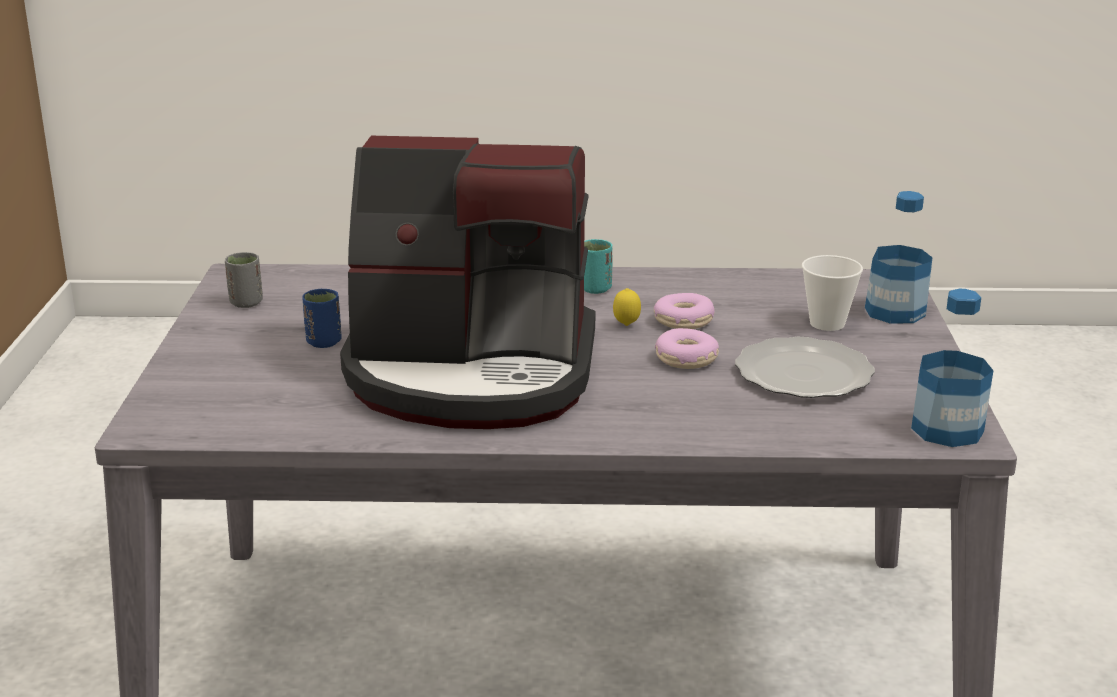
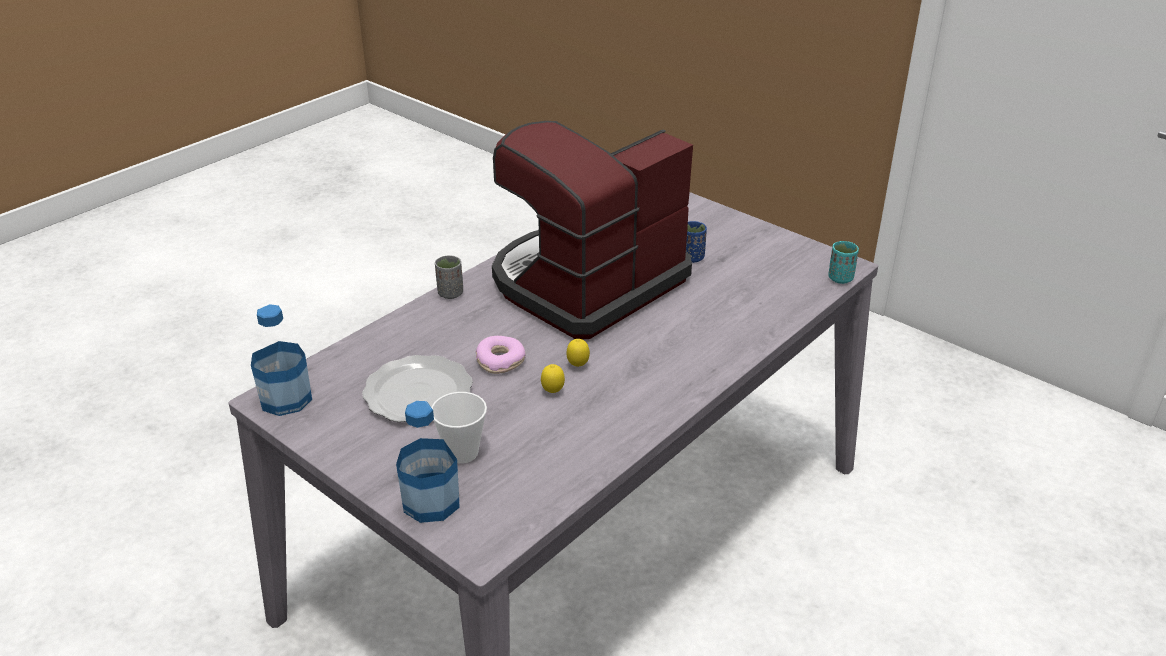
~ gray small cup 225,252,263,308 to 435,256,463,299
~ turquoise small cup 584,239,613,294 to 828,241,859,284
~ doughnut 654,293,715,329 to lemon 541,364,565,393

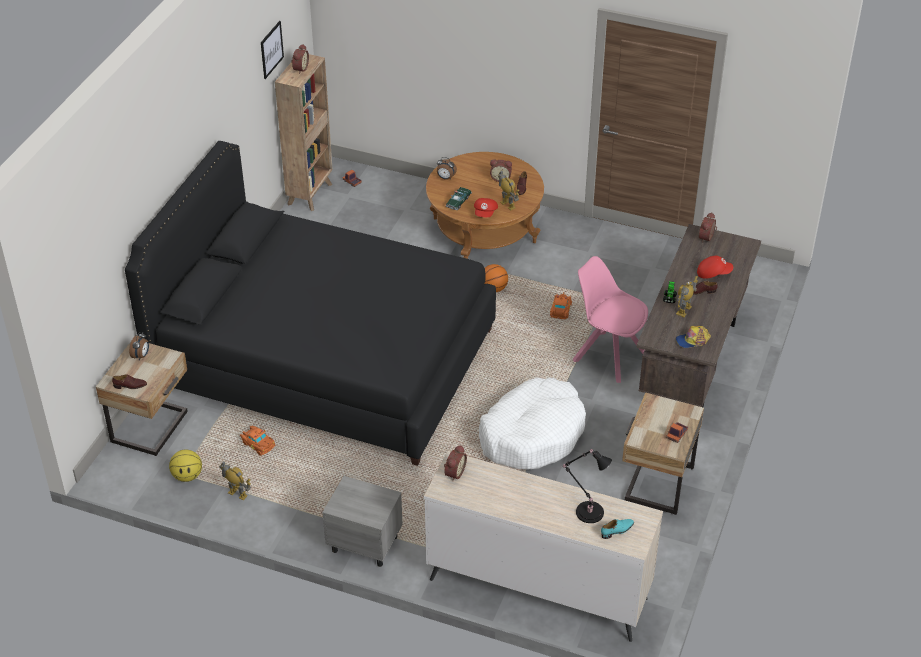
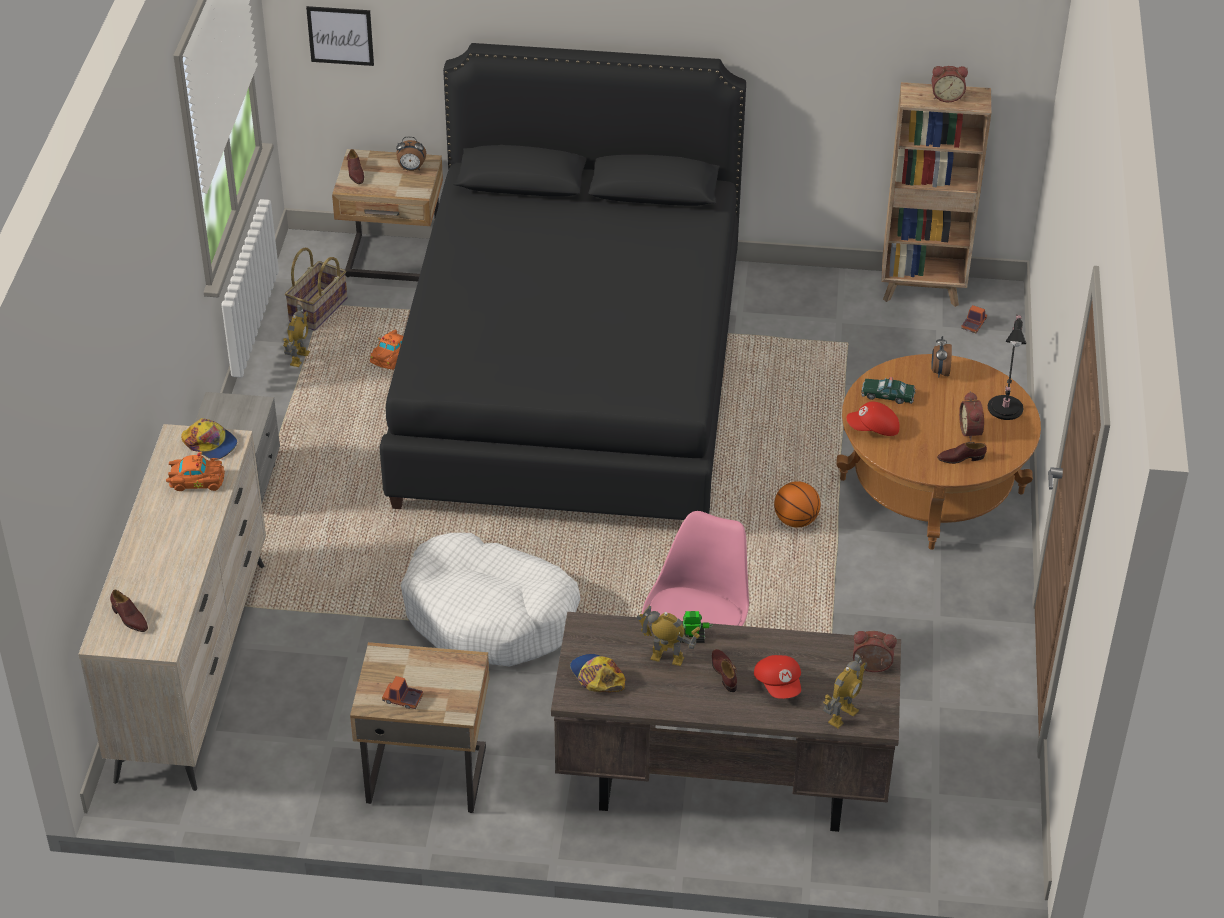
~ ball for basketball 169,449,202,482 to storage basket 285,248,347,331
~ wall art 261,21,284,79 to 306,6,374,66
~ bedside clock 444,445,467,481 to cap 181,418,237,459
~ model robot 498,170,519,210 to 823,654,867,729
~ orangey model car 550,292,572,319 to 166,451,225,491
~ black lamp for a table 561,449,612,523 to 988,314,1026,420
~ turquoise item of footwear 601,519,634,539 to brown-coloured item of footwear 110,590,148,632

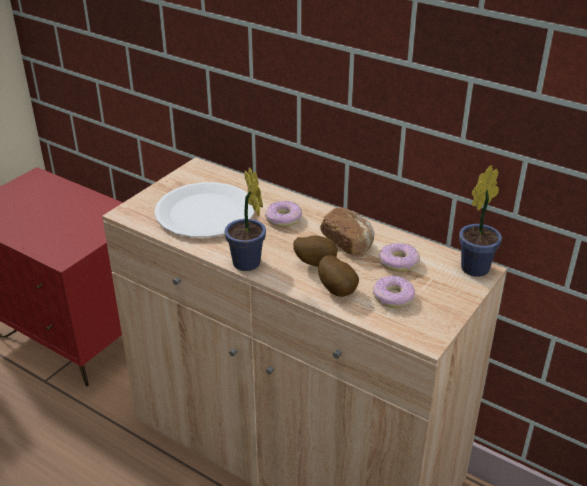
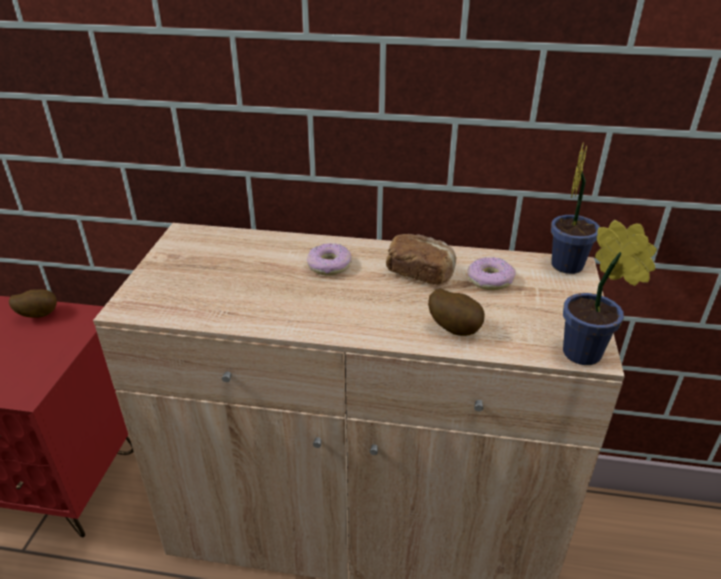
- white flat dish 154,182,254,238
~ potted plant 224,167,266,271 to 563,220,657,365
~ spud 293,235,338,267 to 9,289,57,318
- doughnut 373,275,415,308

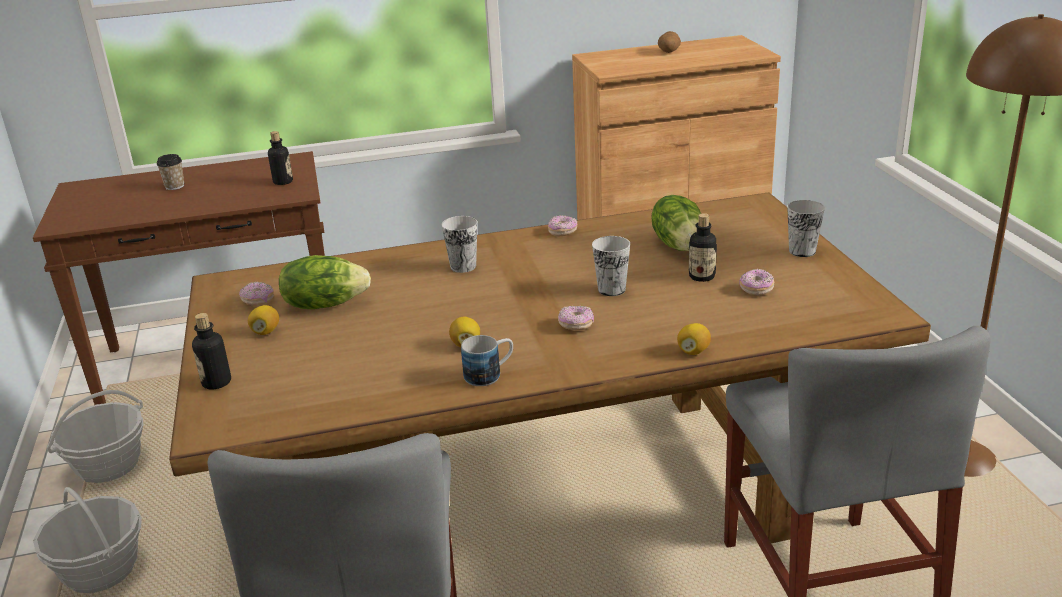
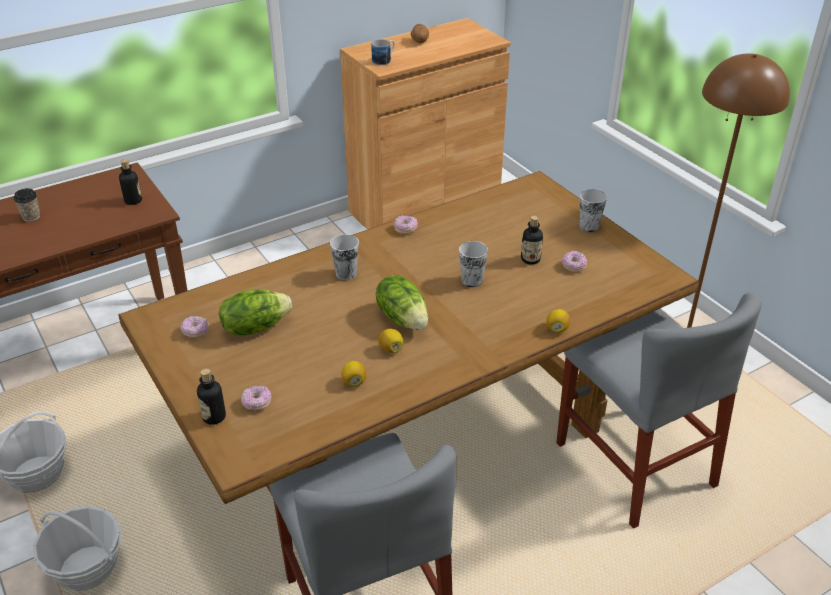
~ lemon 248,305,279,335 to 341,361,366,387
~ mug 461,335,513,386 to 372,39,395,65
~ doughnut 558,306,594,330 to 241,386,272,410
~ head of lettuce 652,195,701,251 to 376,275,428,330

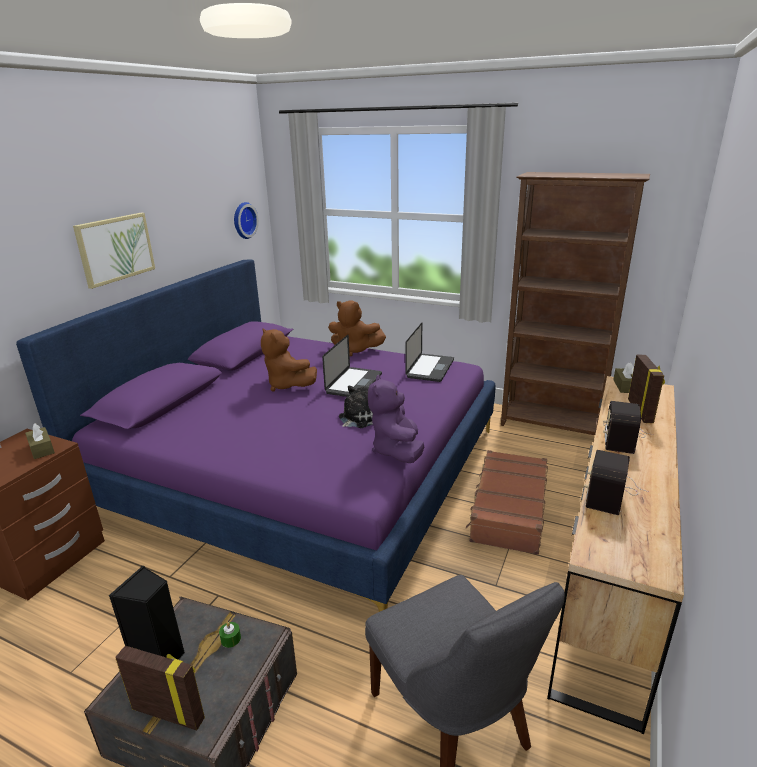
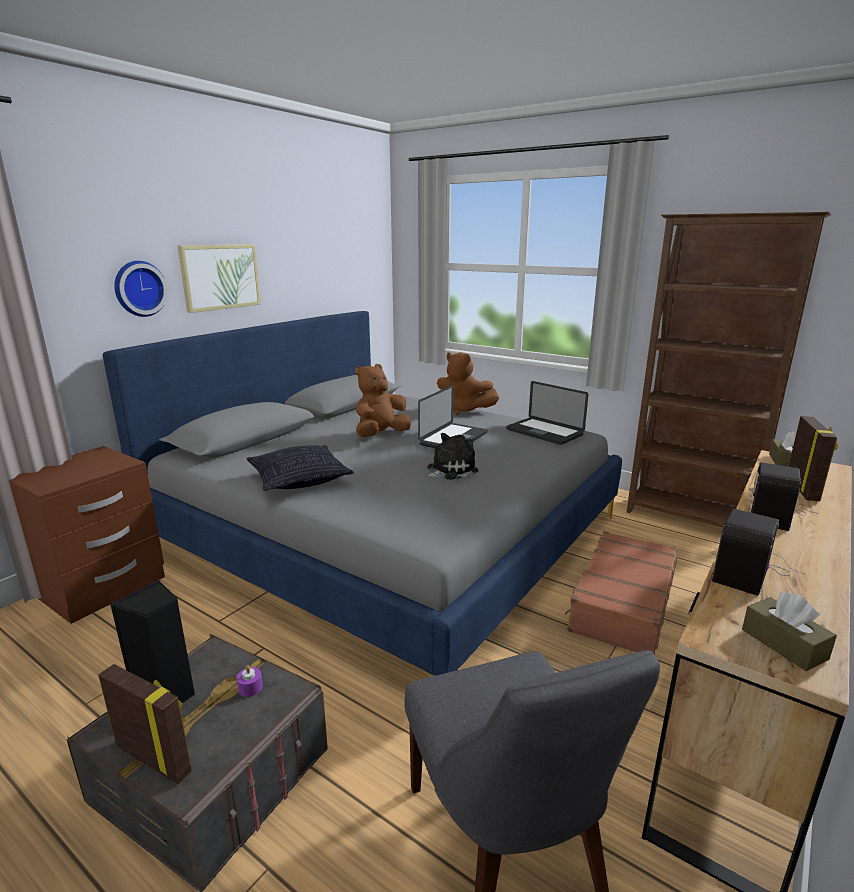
~ purple-coloured bed 16,260,496,612 to gray bed 103,311,622,677
~ brown-coloured box of tissues 25,423,55,459 to 742,592,837,671
~ greenish wax candle 219,622,241,648 to purple-coloured wax candle 237,665,263,697
~ clock on the wall 234,202,259,239 to 114,261,168,317
~ brown-coloured soft toy 261,328,317,392 = 355,364,411,437 75 degrees clockwise
- purple-coloured soft toy 368,375,424,463
~ portable computer 406,323,454,382 = 506,381,588,445 105 degrees clockwise
+ pillow 247,445,354,491

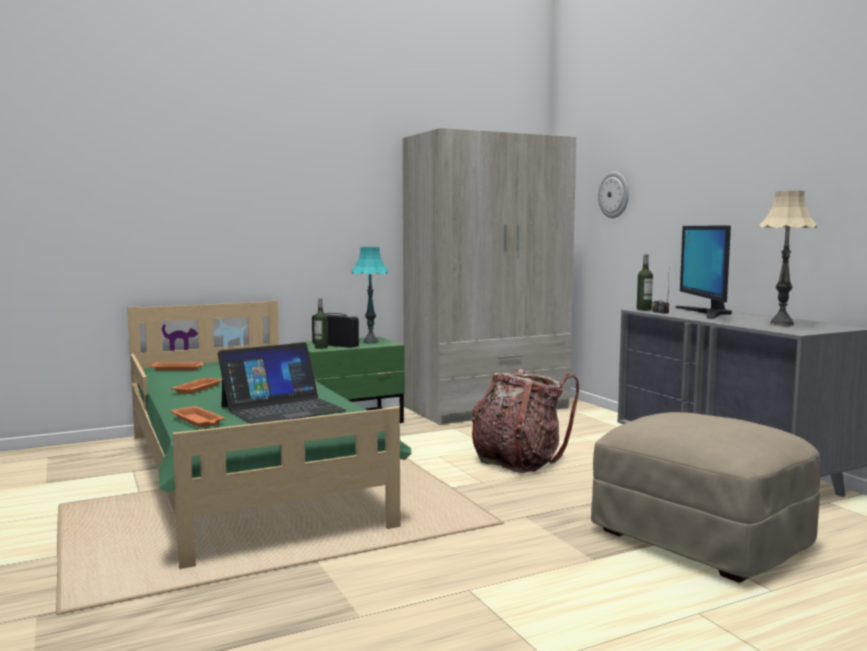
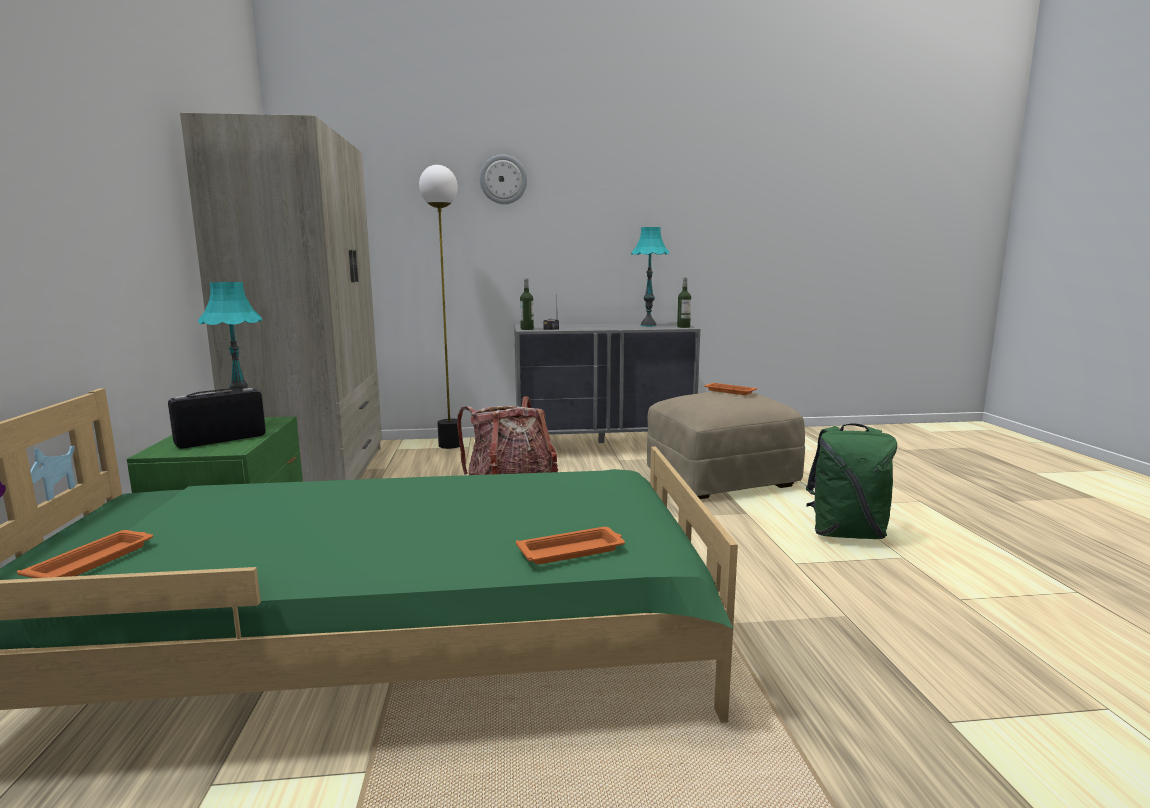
~ orangey serving tray 171,378,222,394 to 704,383,757,395
- portable computer 218,342,346,424
~ drink bottle 314,298,328,349 to 677,278,691,328
~ clock on the wall 598,172,629,218 to 480,155,527,204
- computer display 675,225,732,319
~ sand-coloured lamp for a table 759,191,817,326 to turquoise lamp for a table 631,227,670,326
+ floor lamp 419,165,460,449
+ greenish rucksack 806,424,897,539

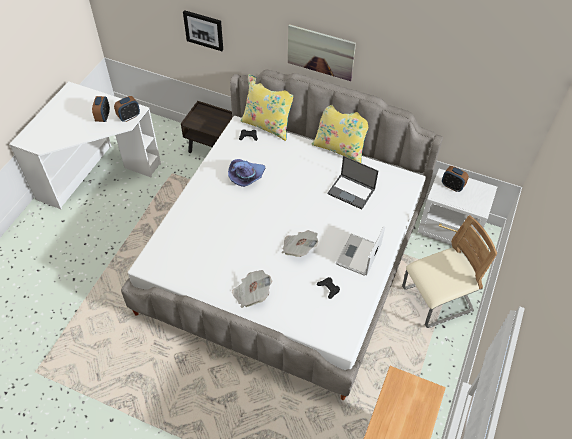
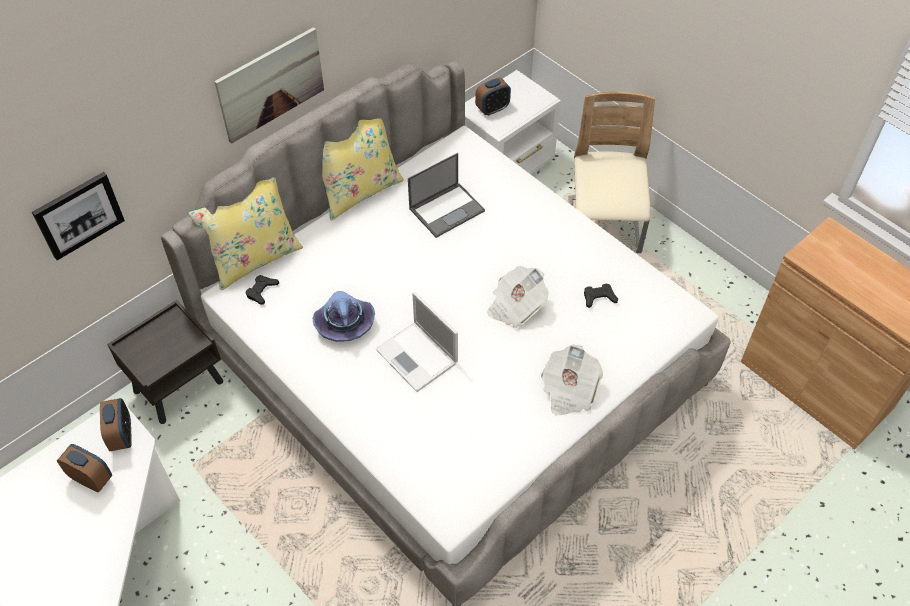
~ portable computer 336,226,385,276 to 376,292,458,392

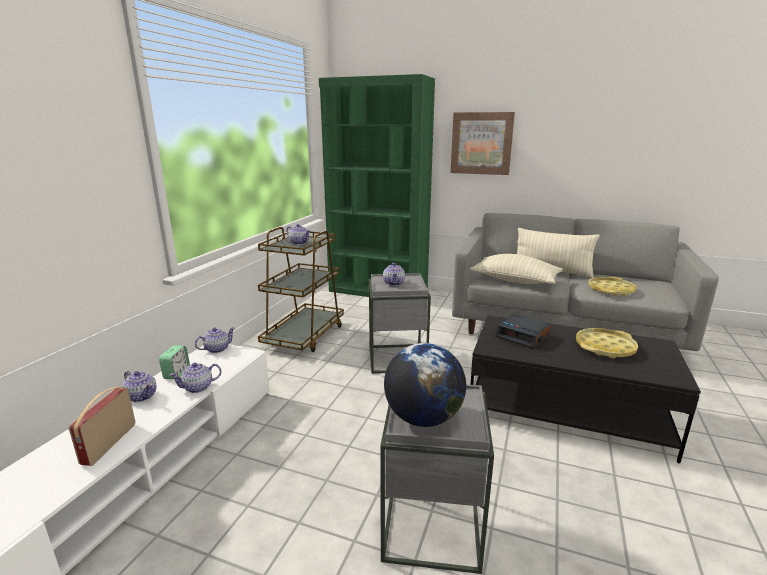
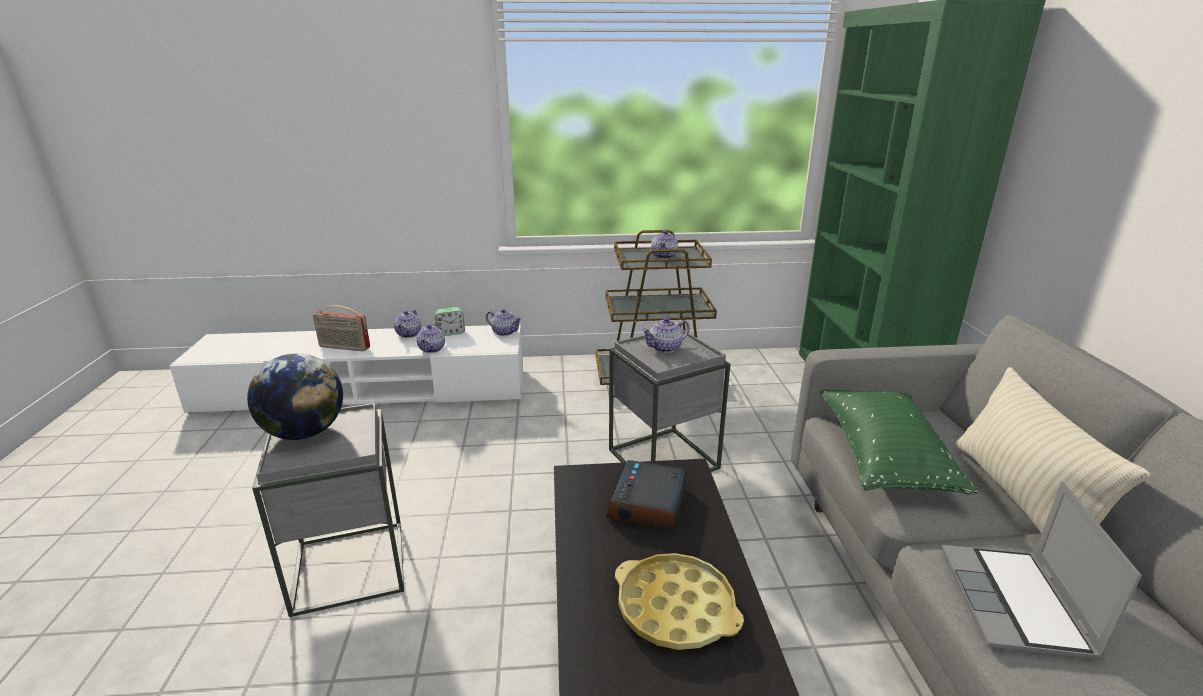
~ radio 69,387,135,466 = 313,305,370,351 150 degrees counterclockwise
~ teapot 169,363,221,393 = 417,323,445,353 120 degrees counterclockwise
- wall art 450,112,515,175
~ sand-coloured pillow 469,254,563,284 to greenish pillow 820,390,979,495
~ yellowish serving tray 588,277,637,296 to portable computer 941,481,1142,660

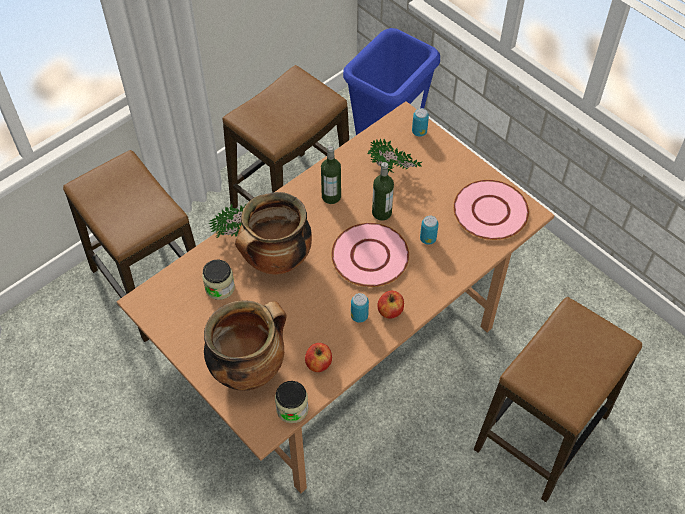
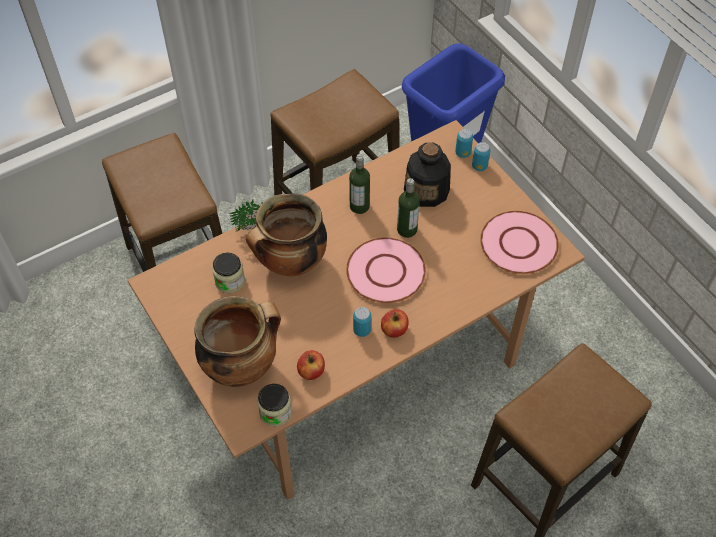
~ potted plant 368,138,422,173 to drink bottle 404,143,451,207
~ metal can 420,216,439,245 to 472,142,490,171

